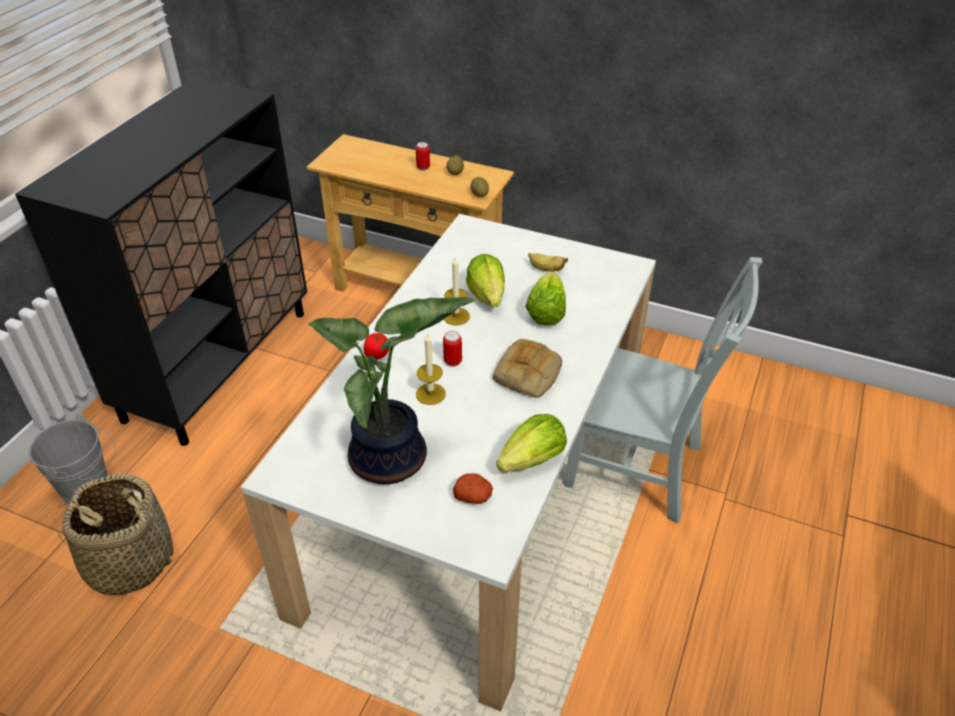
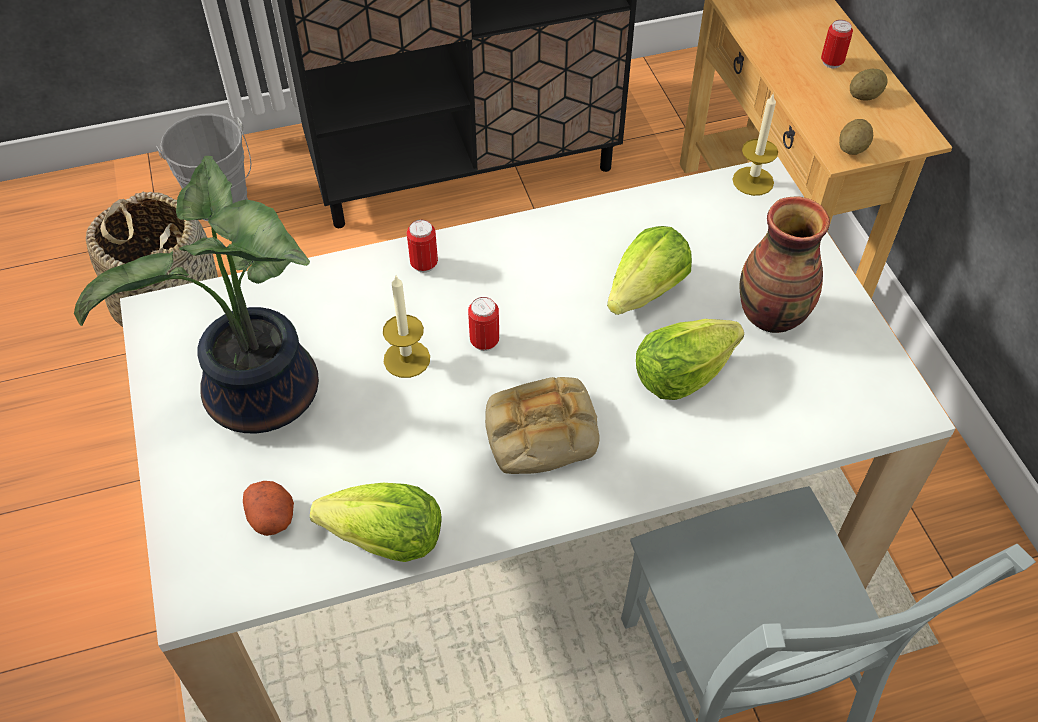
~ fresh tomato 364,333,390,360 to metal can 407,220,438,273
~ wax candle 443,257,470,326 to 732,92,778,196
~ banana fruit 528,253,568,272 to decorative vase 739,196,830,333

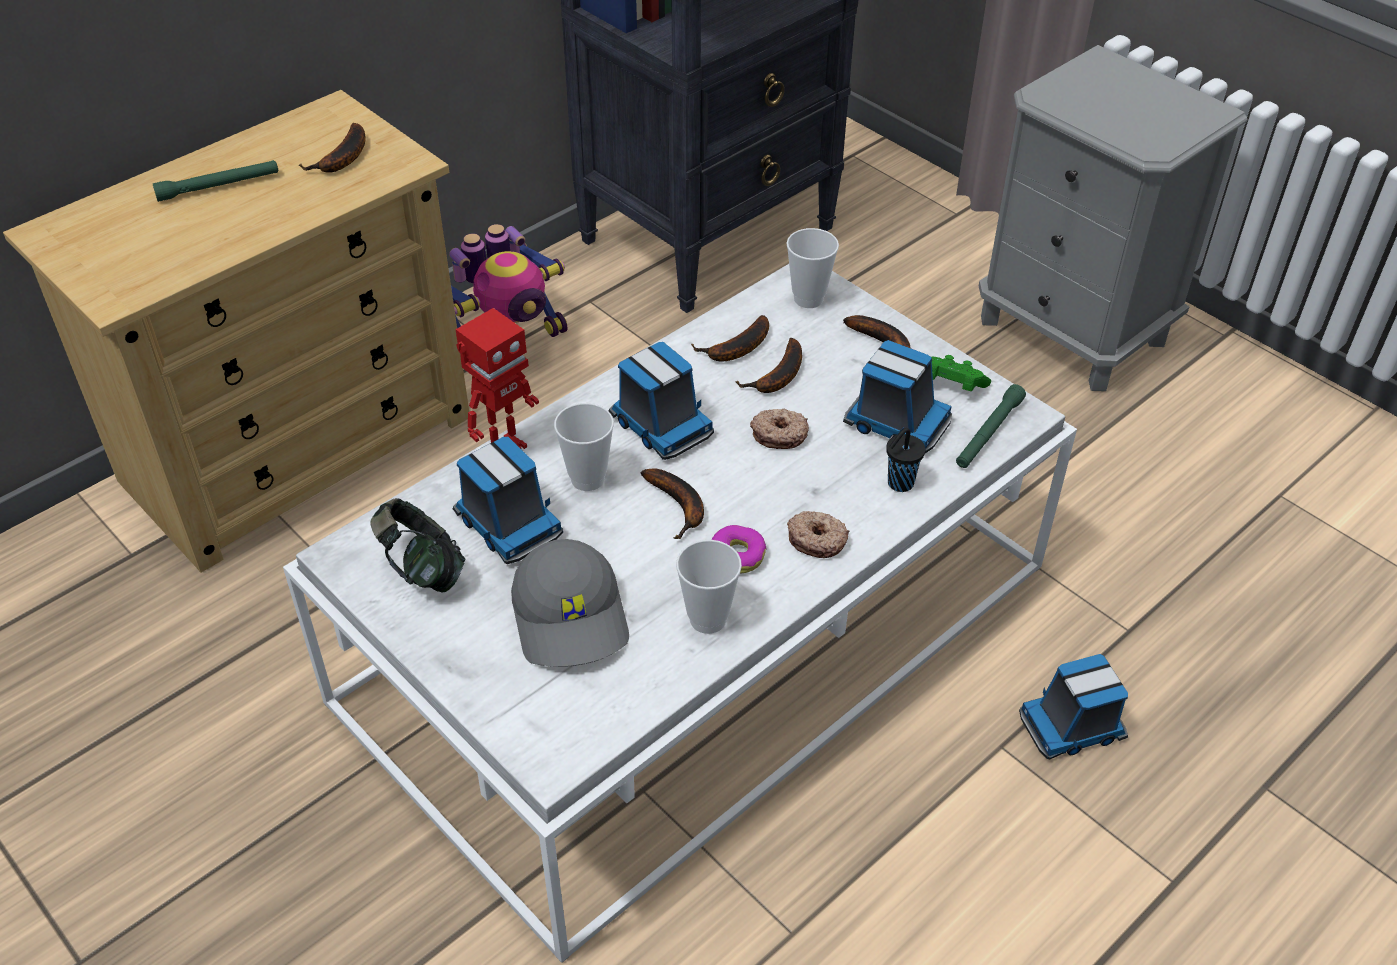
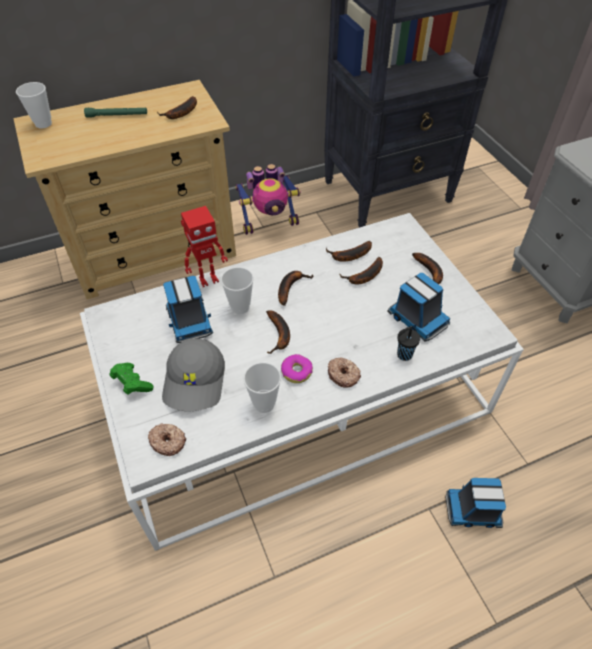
- headset 370,498,465,593
~ toy truck 609,342,714,460 to banana fruit 278,271,314,306
~ doughnut 750,408,809,449 to 148,424,186,456
~ small cup 786,228,839,308 to 16,82,52,128
~ greenish joypad 931,355,991,391 to 110,363,153,395
- greenish torch 956,384,1026,468

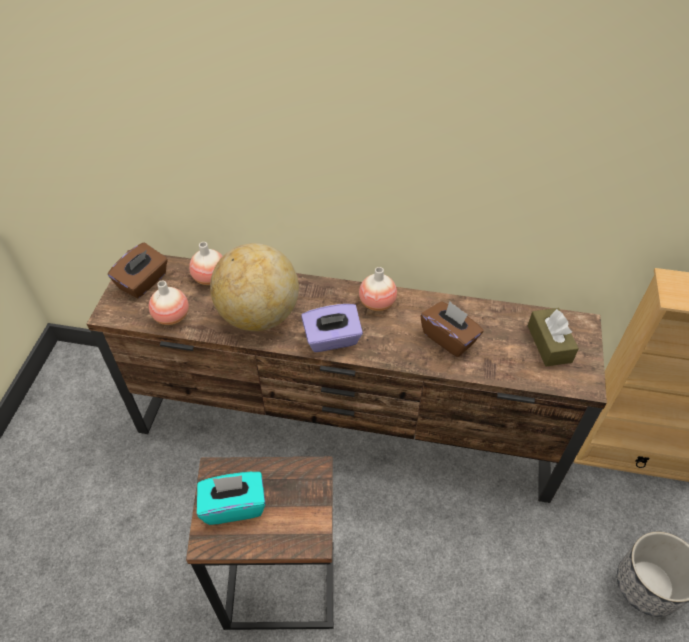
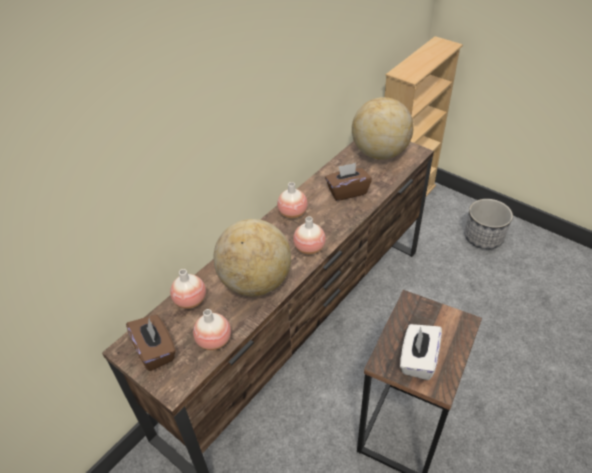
~ turquoise box of tissues 197,472,266,525 to white box of tissues 400,324,442,380
~ purple-coloured box of tissues 301,304,363,352 to decorative vase 293,216,326,255
~ brown-coloured box of tissues 528,308,579,366 to desk globe 352,97,414,160

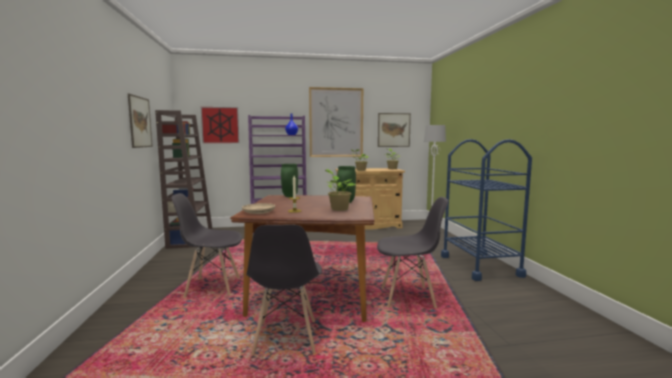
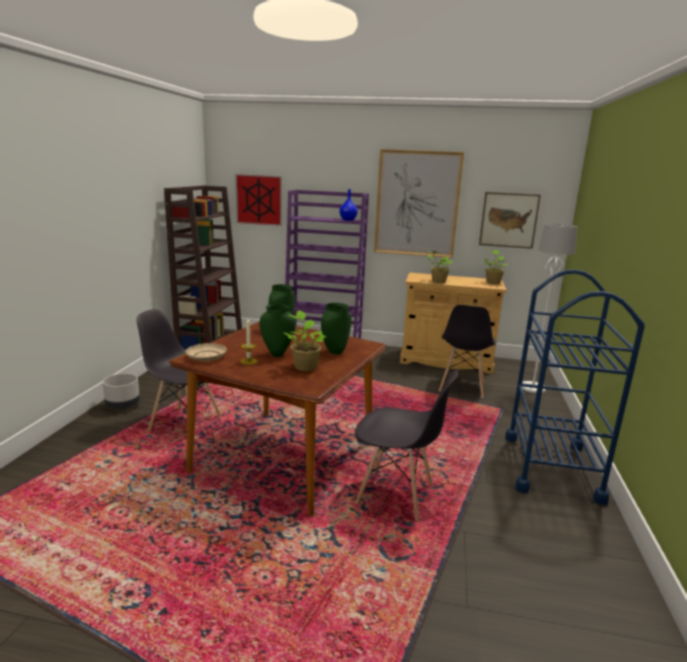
- wall art 128,94,153,148
~ gray chair 246,225,322,356 to 439,305,496,398
+ gray planter 102,373,140,410
+ greenish decorative vase 259,304,296,357

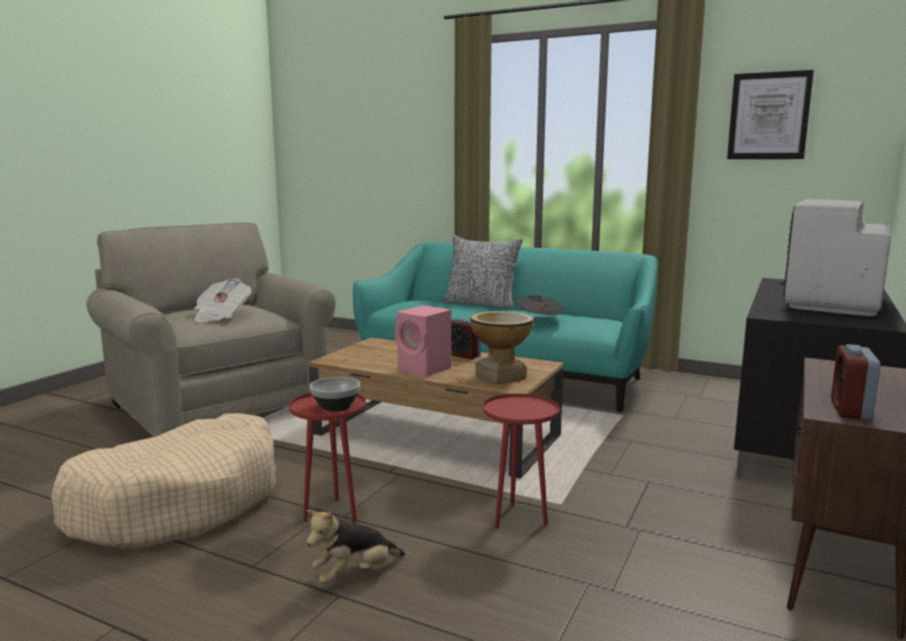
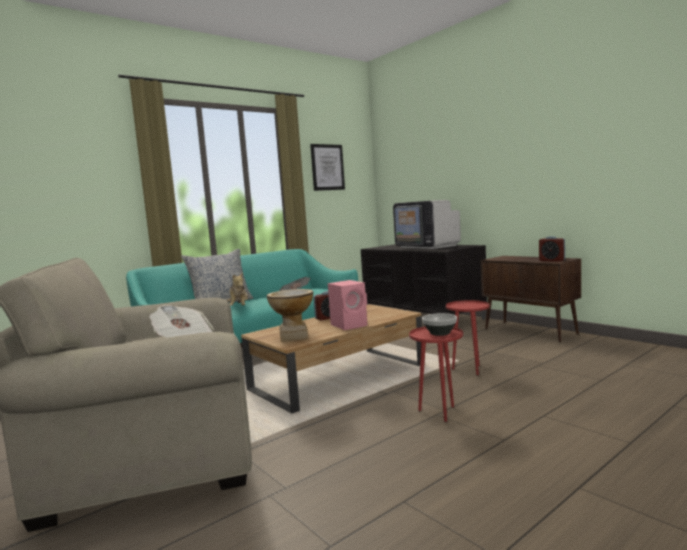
- sand-coloured dog cushion 51,413,276,548
~ soft toy 306,510,405,584 to 227,273,248,306
~ decorative vase 470,311,534,385 to 267,289,313,342

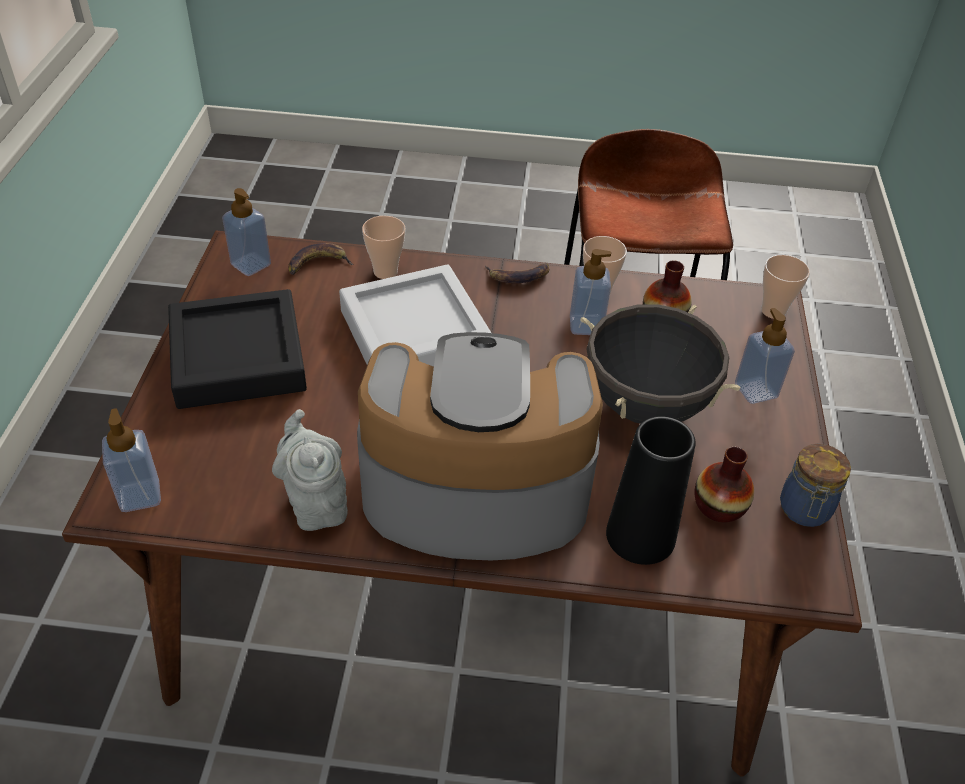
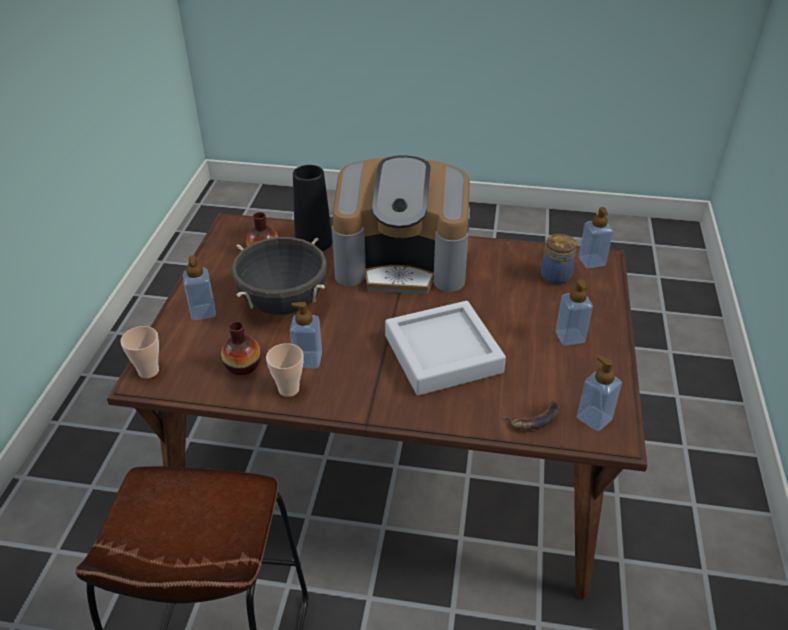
~ black serving tray 168,289,307,409 to soap bottle 555,280,593,346
- gray teapot 272,409,348,531
- small cup 362,216,405,279
- banana fruit 485,263,549,283
~ jar 780,444,851,527 to 541,234,577,284

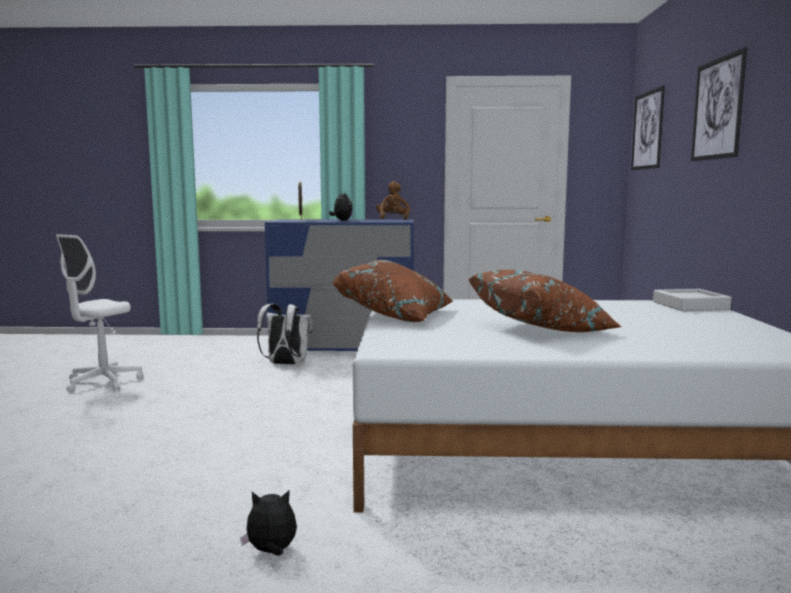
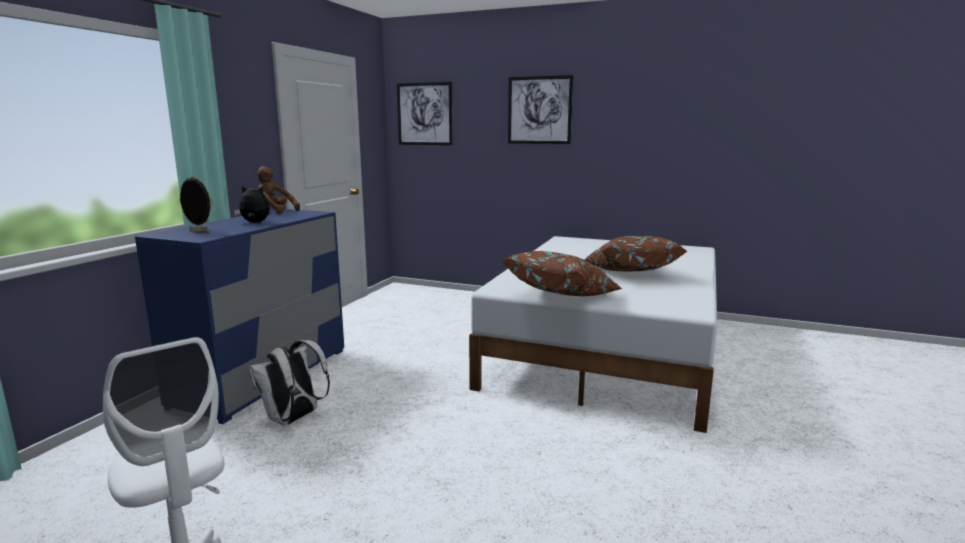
- soft toy 240,490,297,556
- gray serving tray 653,289,732,311

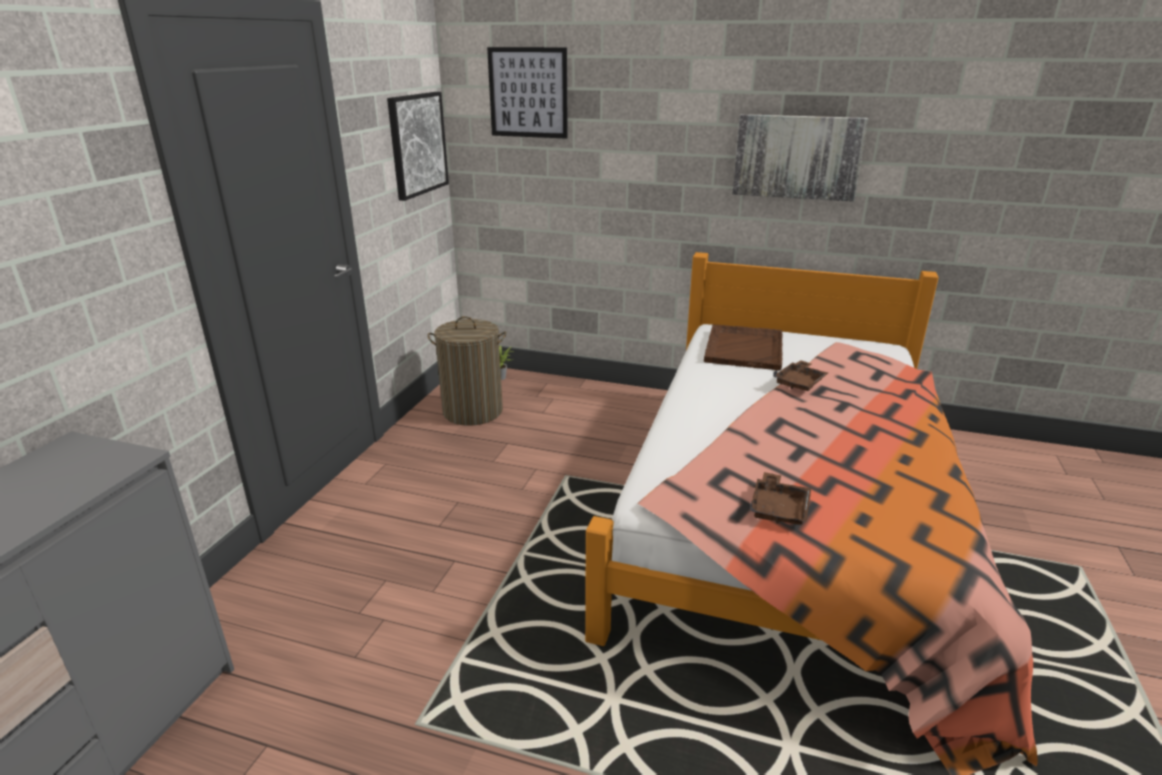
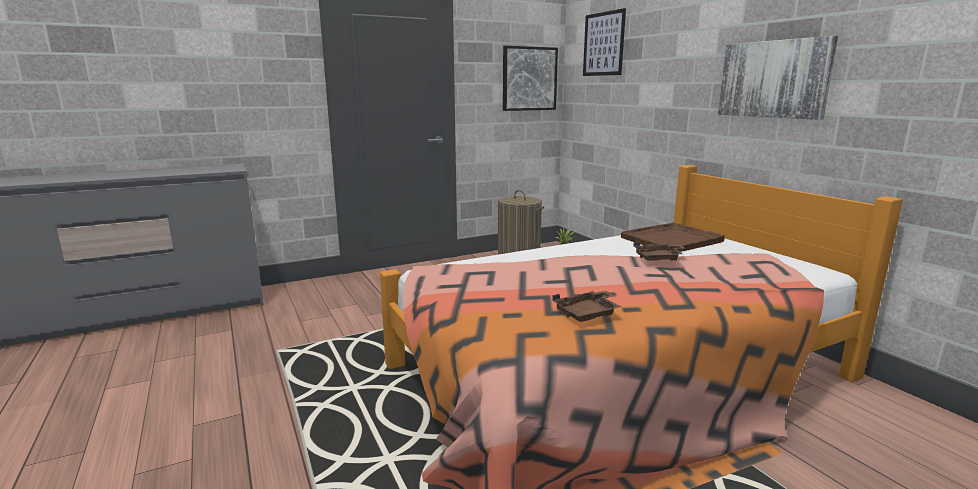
~ brown-coloured serving tray 750,472,811,525 to 552,291,621,322

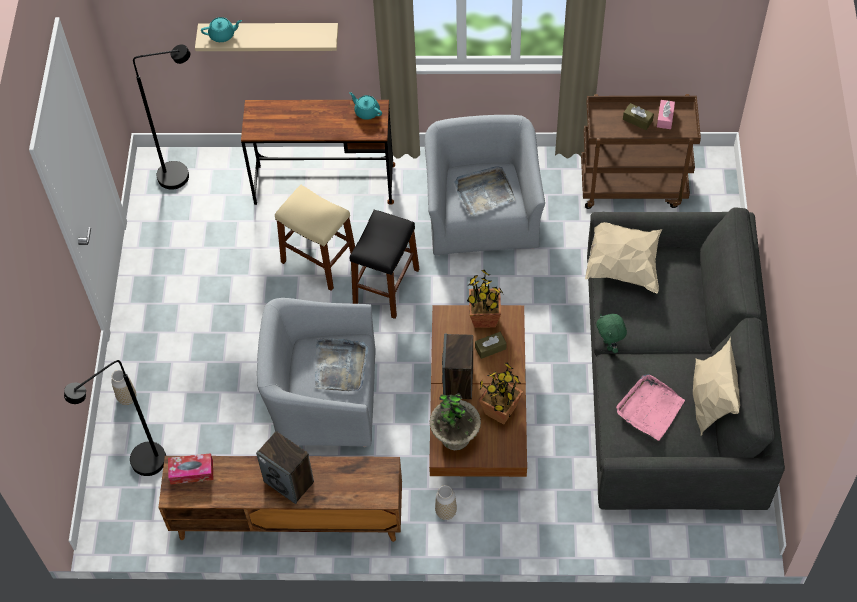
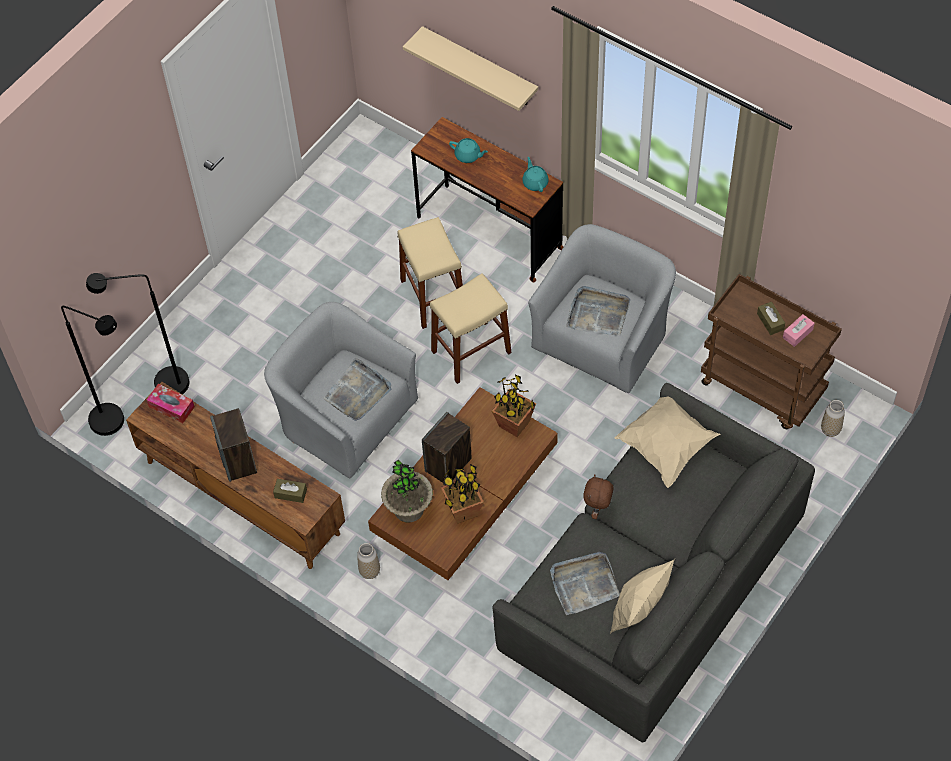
~ decorative vase 111,370,136,405 to 821,400,845,437
~ black floor lamp 133,44,190,190 to 61,306,124,436
~ turquoise teapot 201,17,242,42 to 449,138,488,163
~ black stool 350,210,419,319 to sand-coloured stool 430,273,512,384
~ brown-coloured box of tissues 475,332,507,359 to 273,479,307,503
~ greenish soft toy 596,314,627,353 to brown-coloured soft toy 583,474,614,519
~ pink-coloured serving tray 616,374,685,441 to gray serving tray 550,552,620,615

